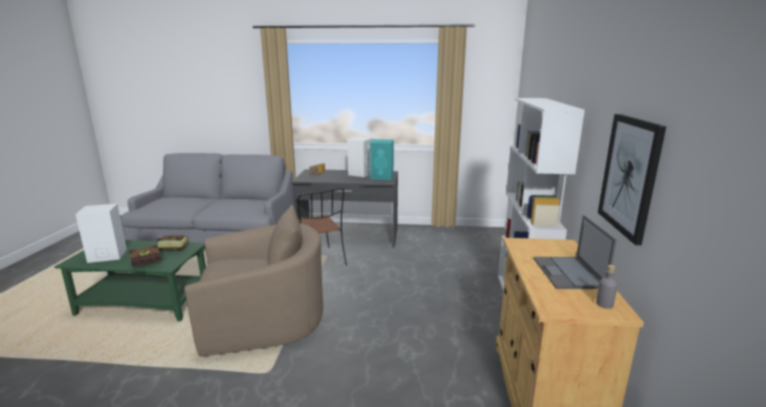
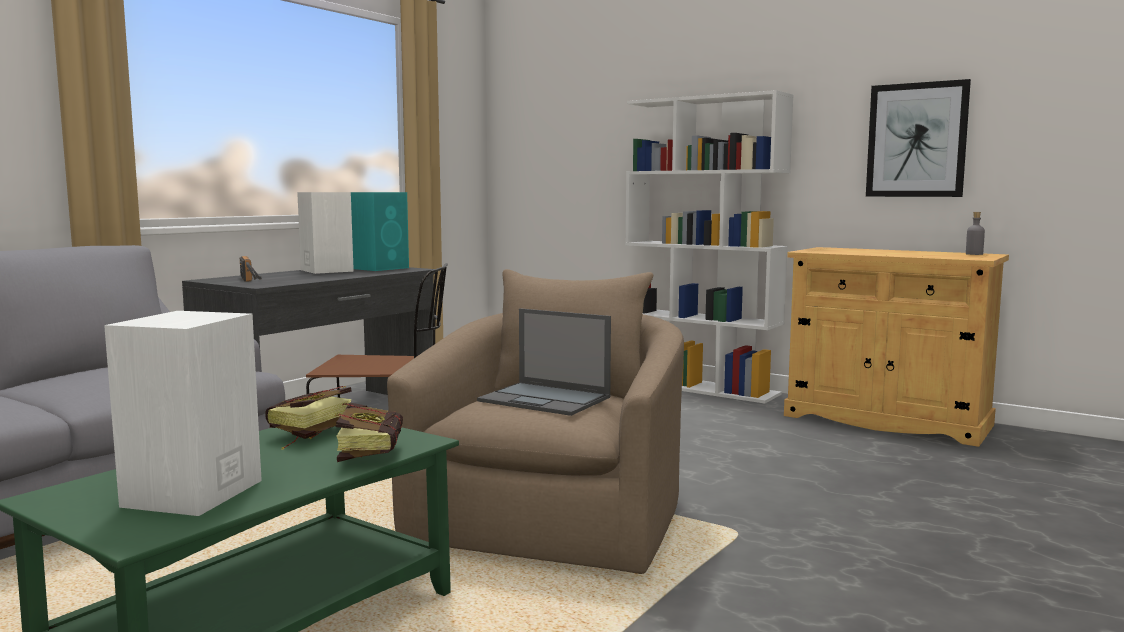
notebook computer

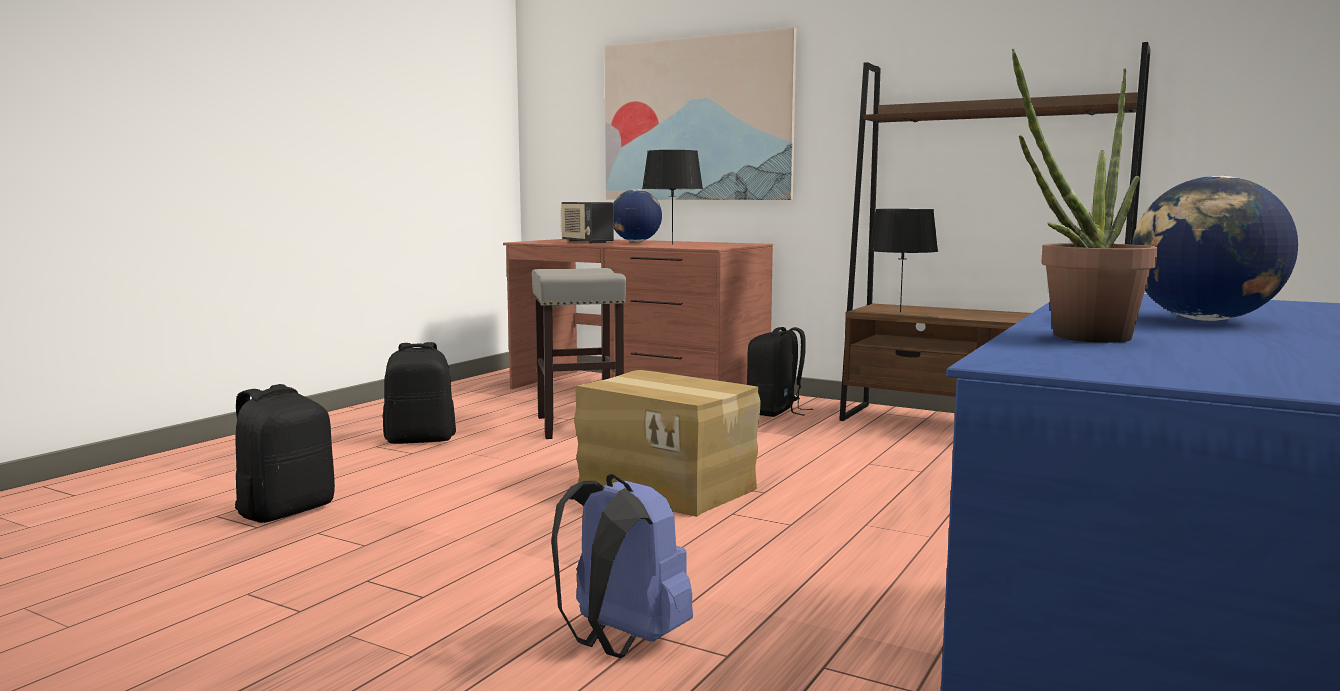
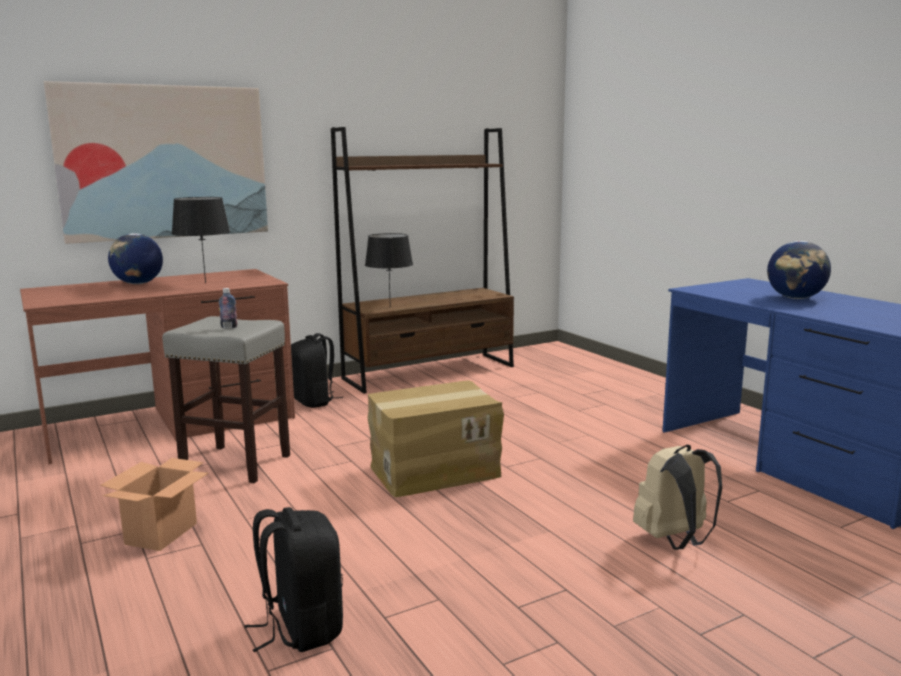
potted plant; radio set; packing box (1st from left); rucksack (sand-coloured); beverage bottle

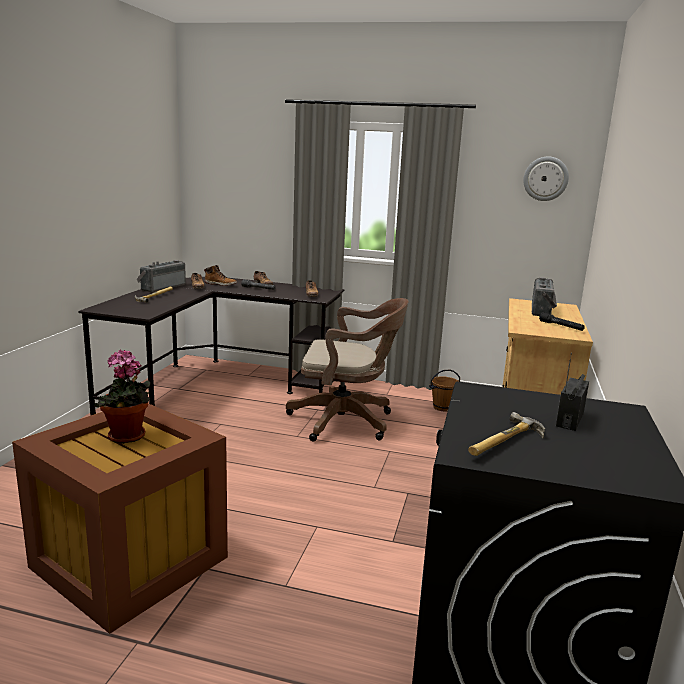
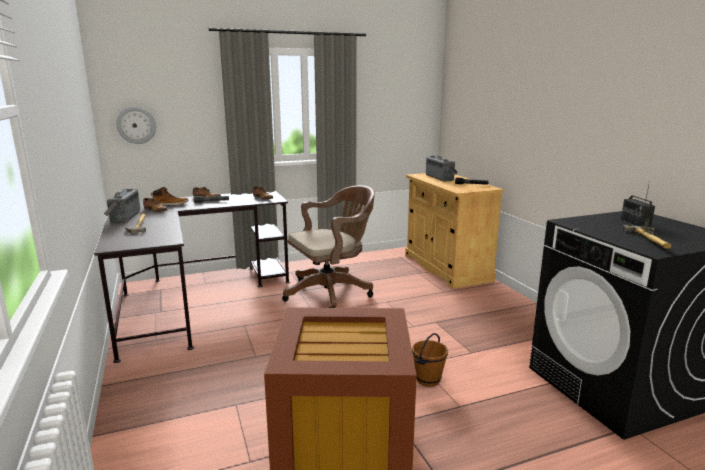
clock on the wall; potted plant; bucket (brown)

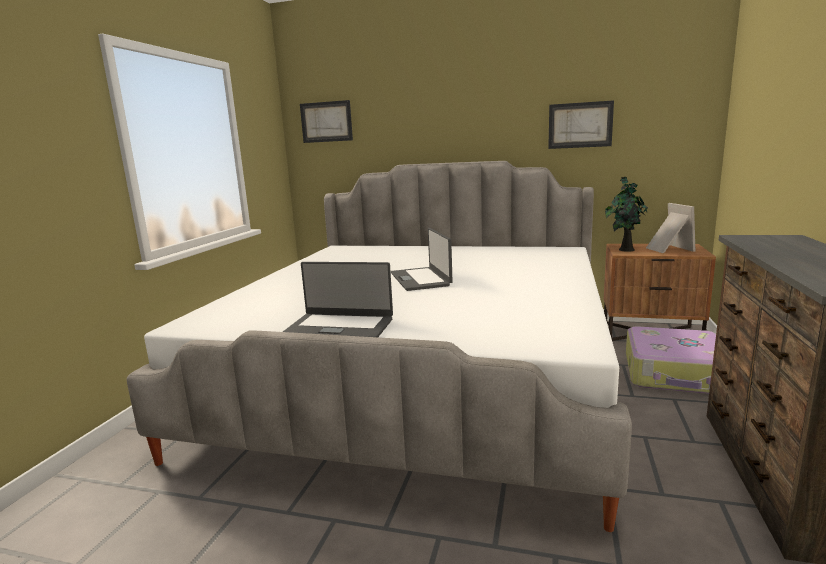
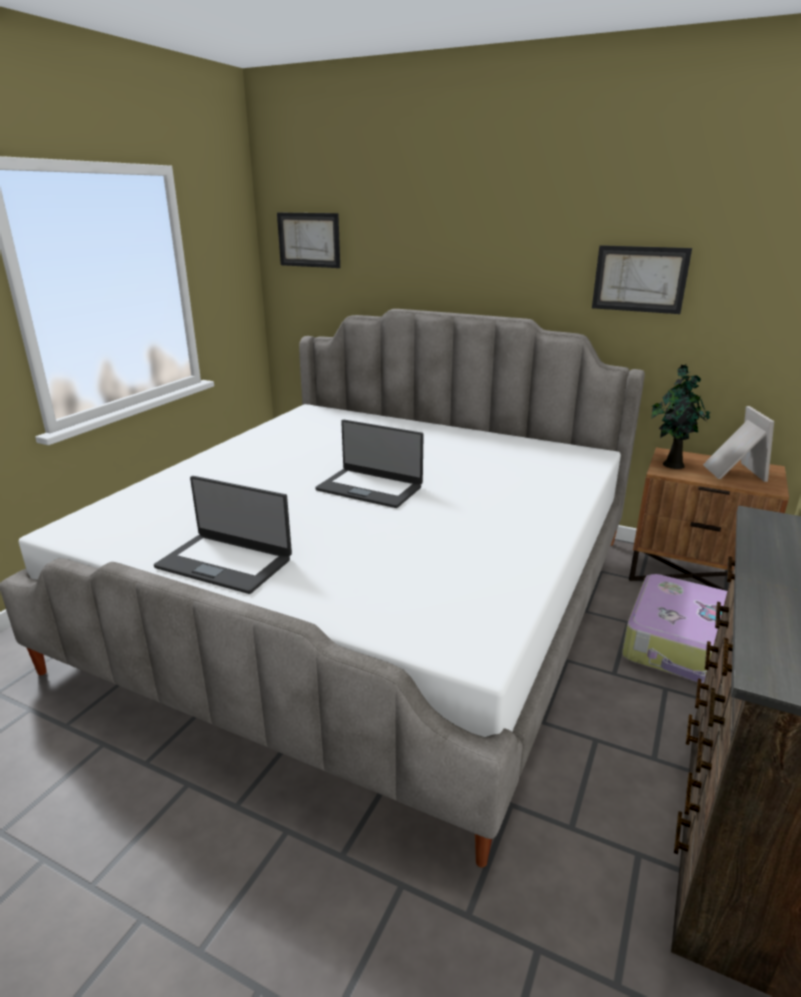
notebook computer (2nd from left)

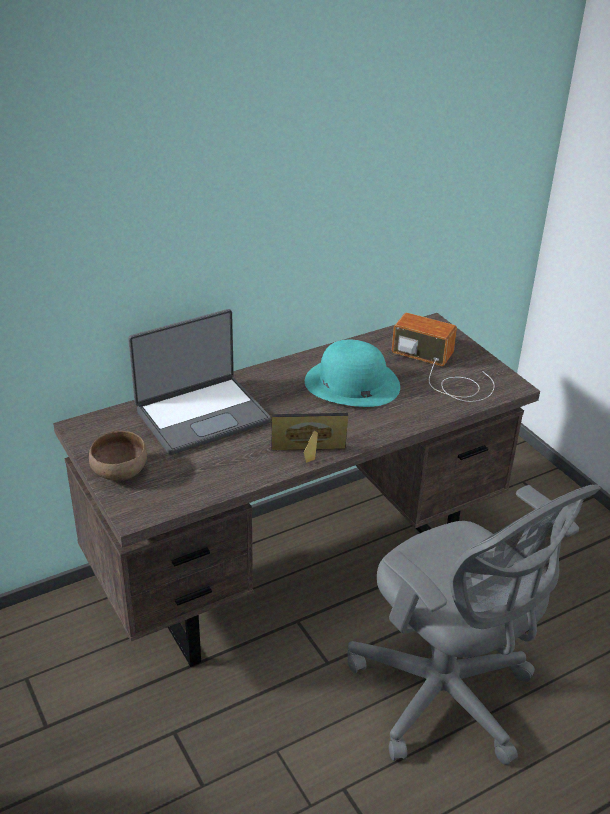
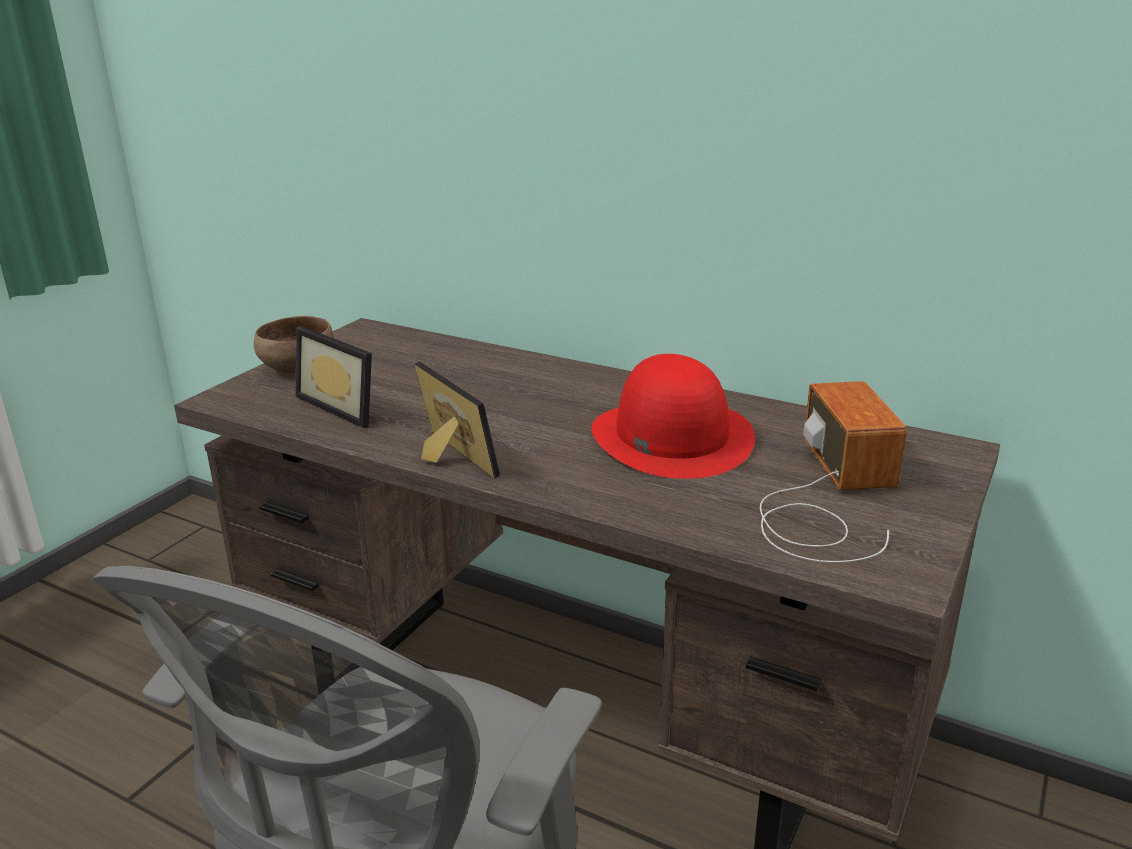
notebook computer; hat (red); picture frame (1st from left)

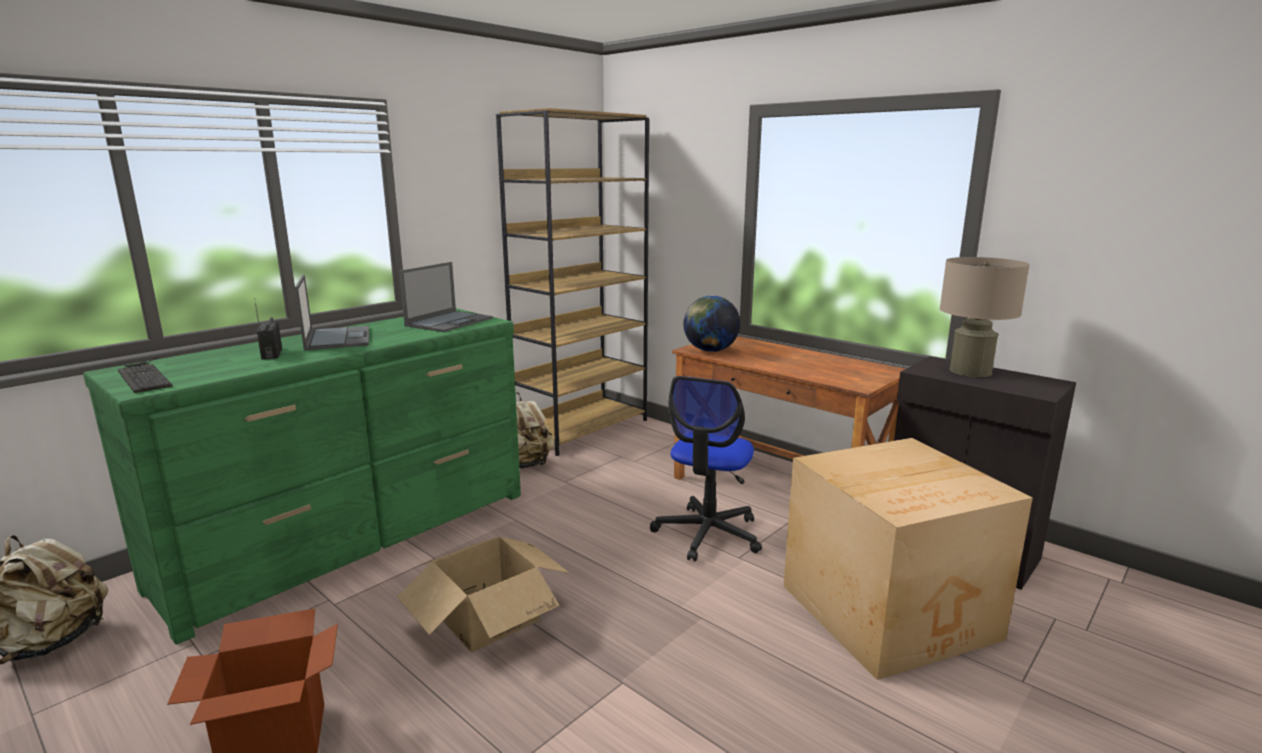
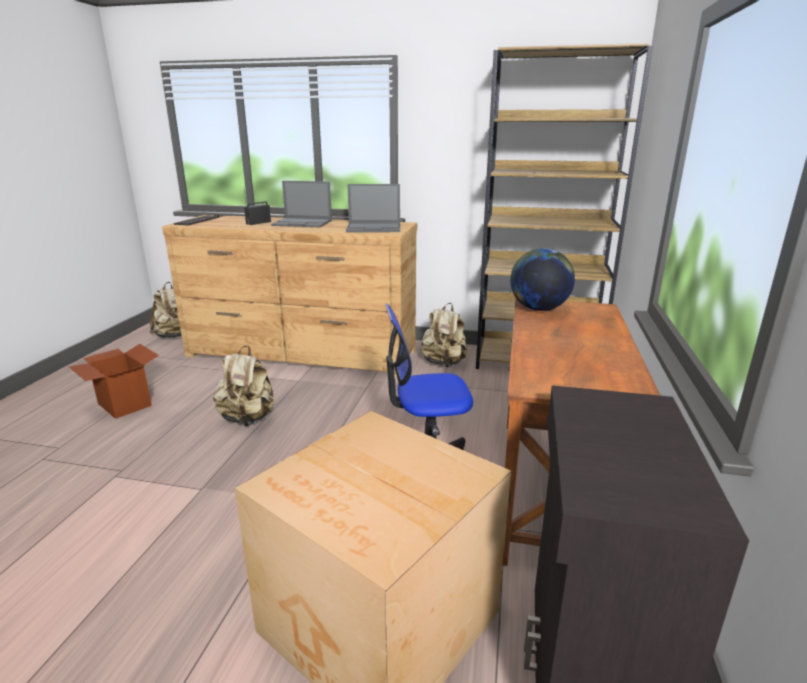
table lamp (sand-coloured); notebook computer (1st from left); chest of drawers (brown); rucksack (sand-coloured) (2nd from left)

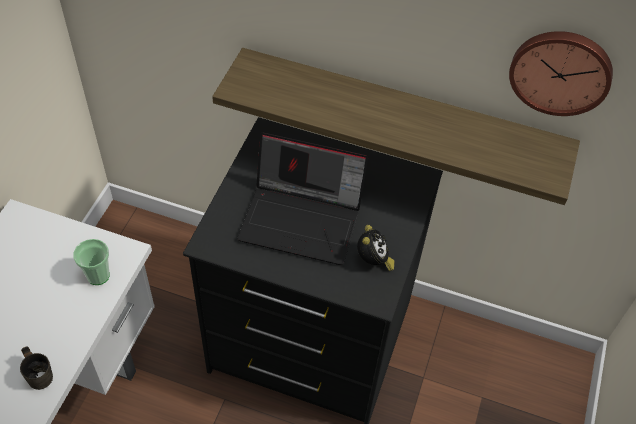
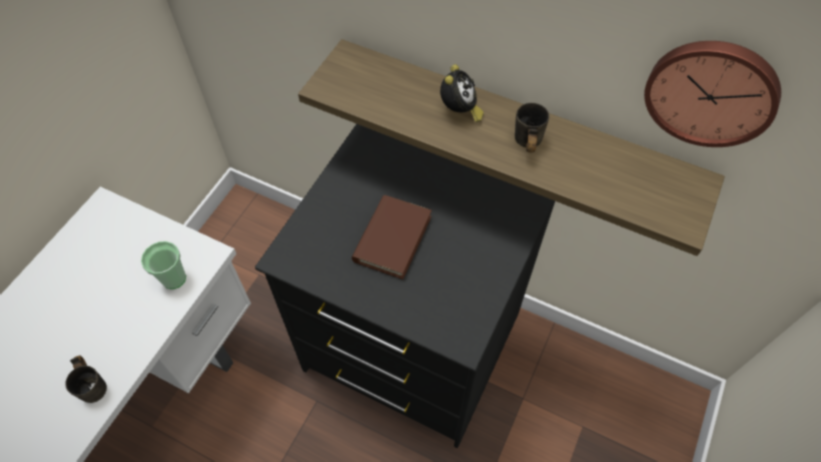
bound book (brown); table clock; mug (gray) (2nd from left)

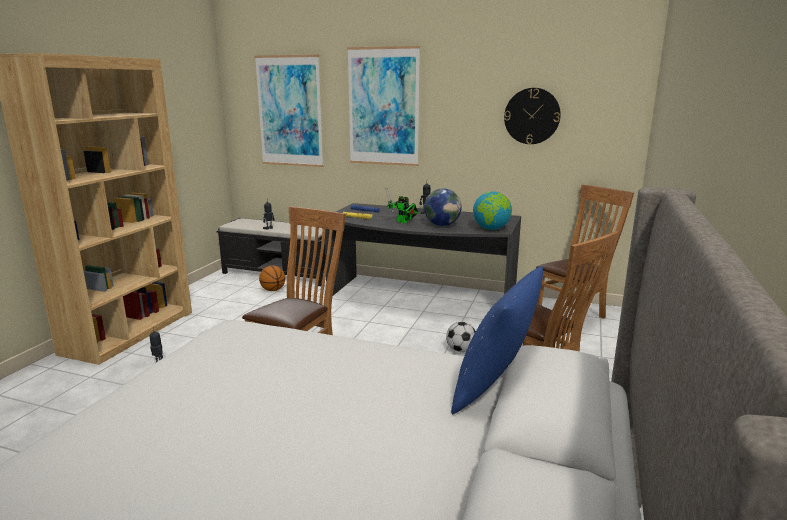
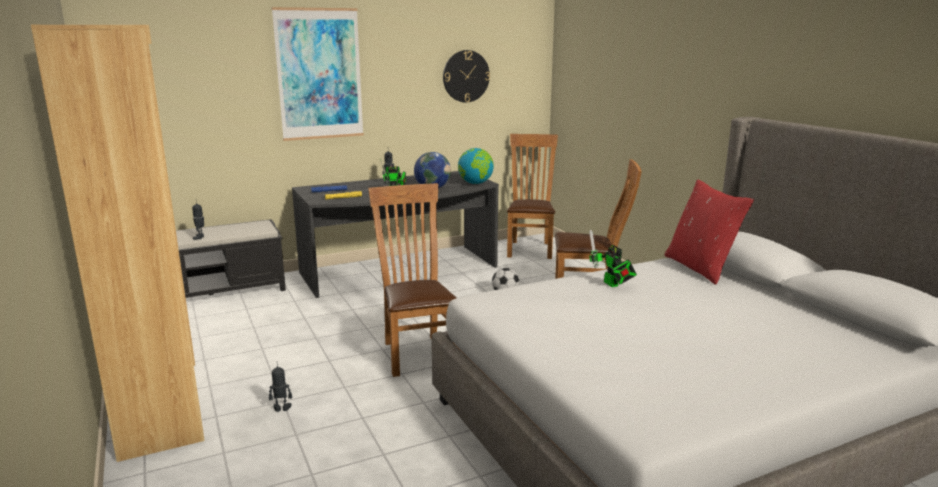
picture (1st from left in the first image); basketball ball; cushion (red); model robot (5th from left)

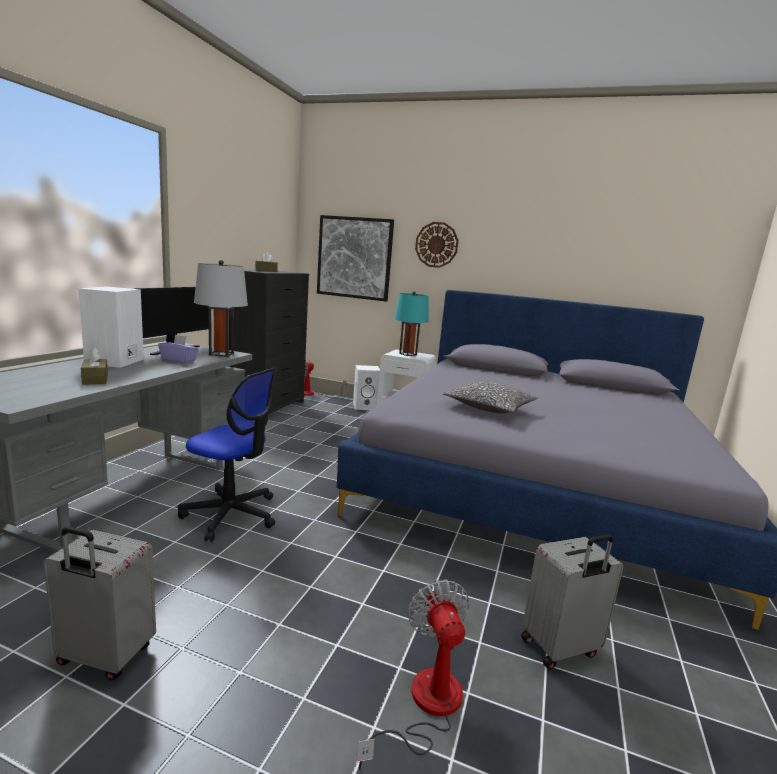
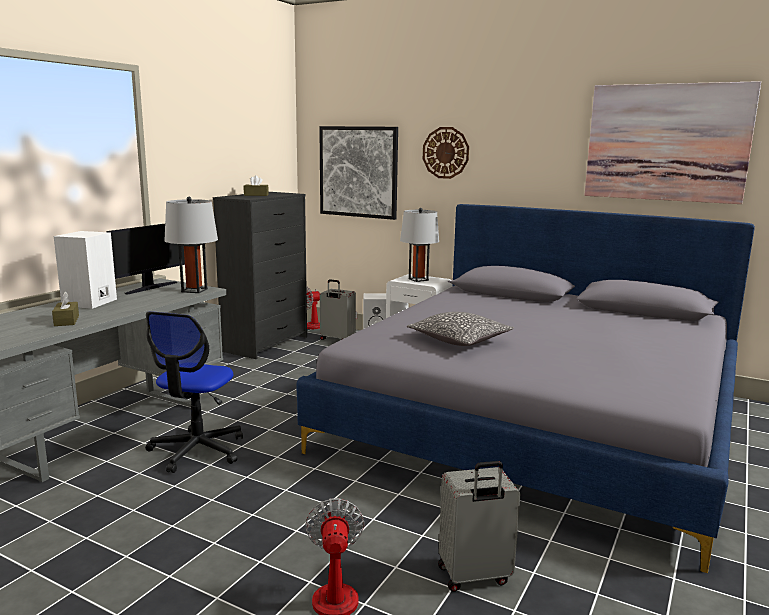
table lamp (gray) (2nd from left); box of tissues (purplish); office chair; suitcase (gray) (1st from left); picture (2nd from left)

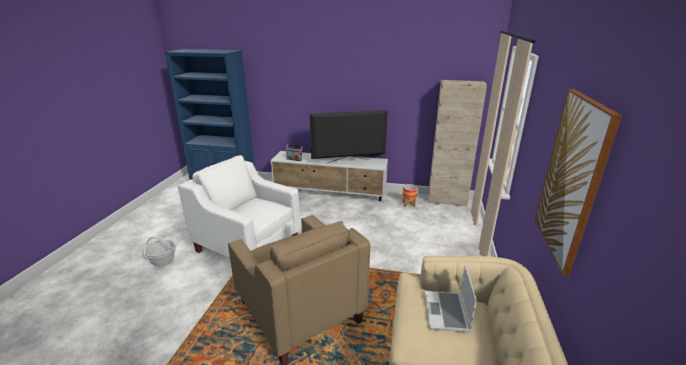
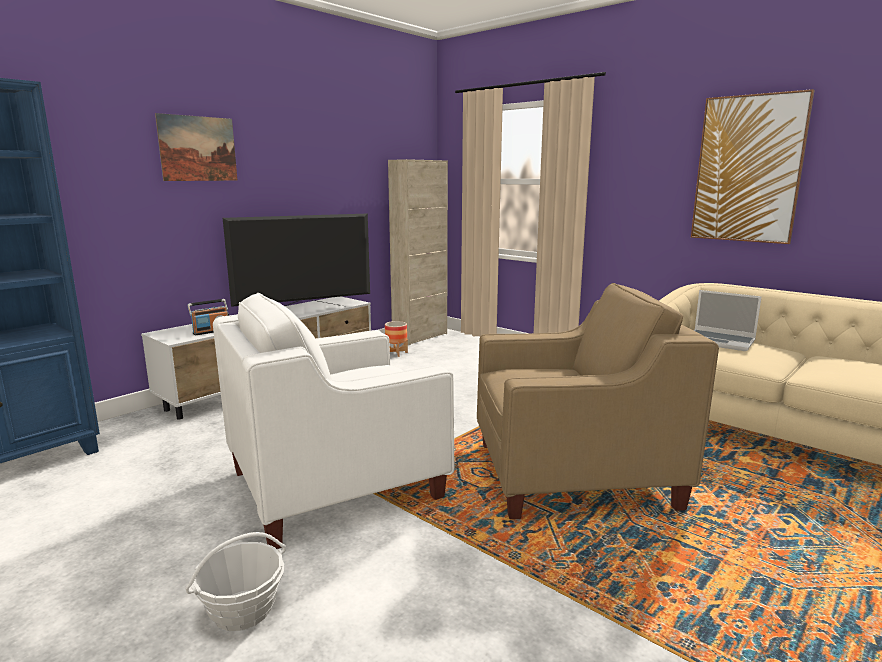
TV set; picture (1st from left)

